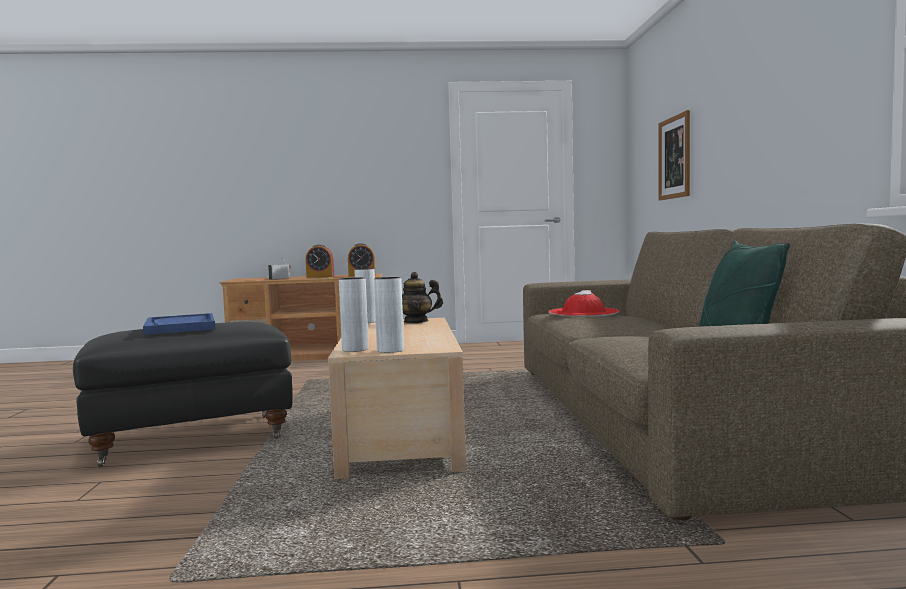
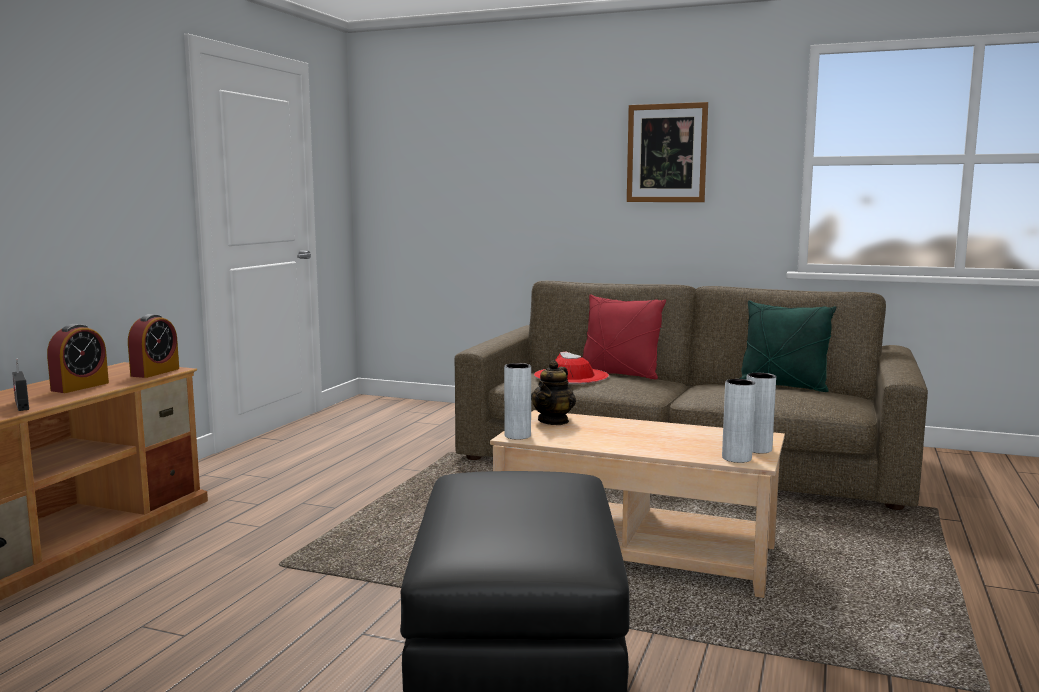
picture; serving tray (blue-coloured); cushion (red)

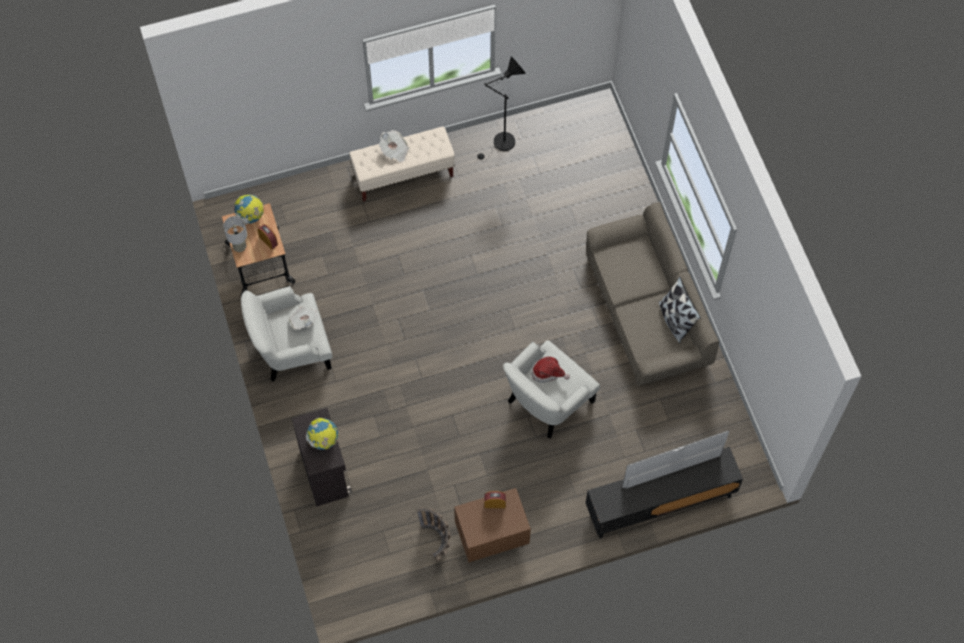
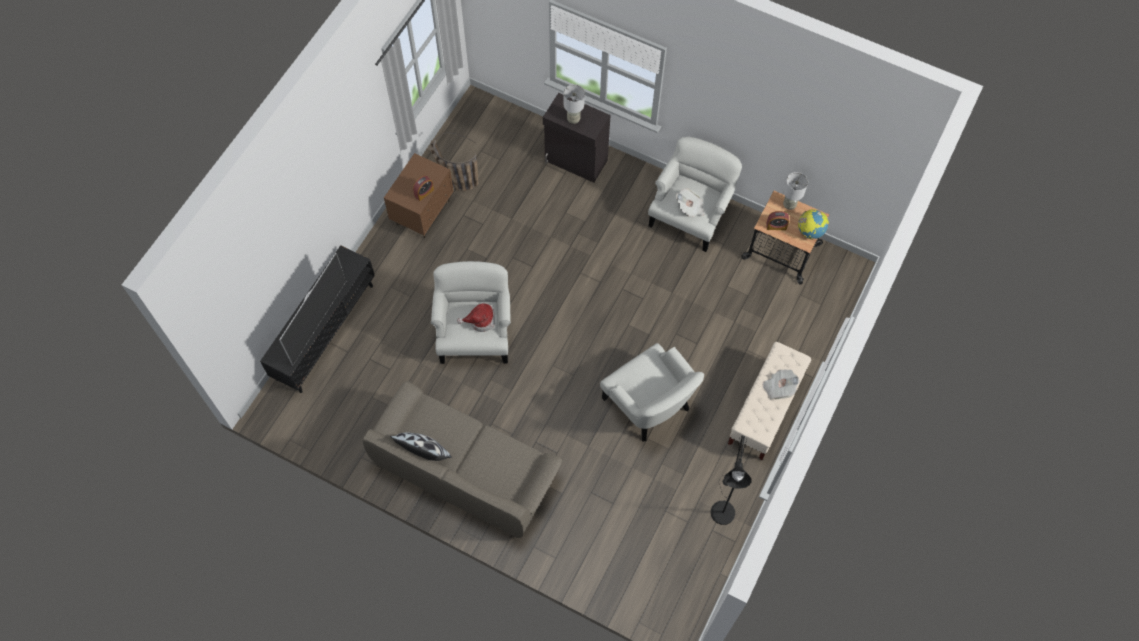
table lamp (gray) (1st from left); armchair (whitish) (2nd from left)

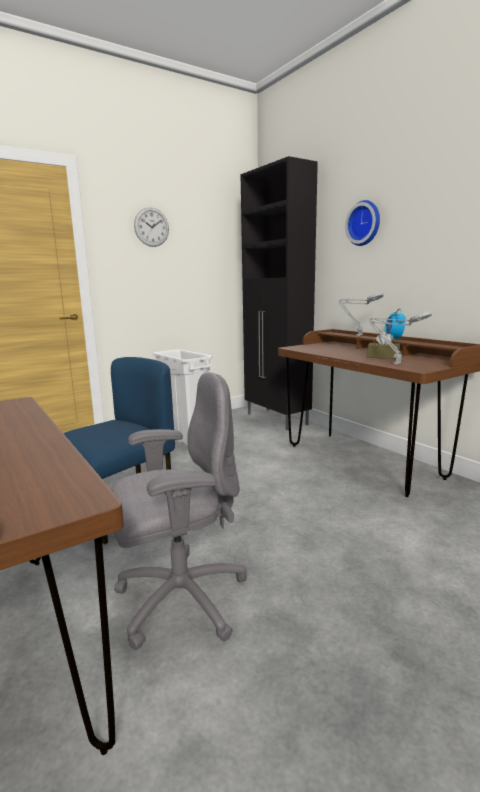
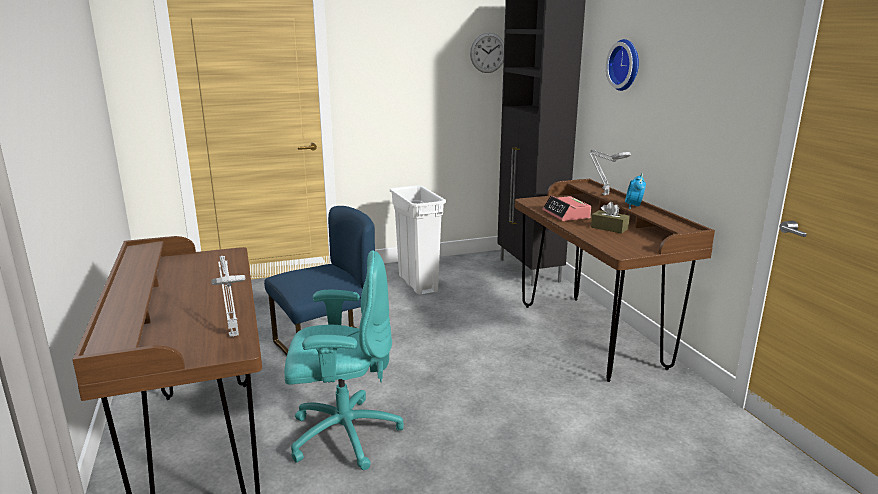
clock on the wall (1st from left); table lamp (gray) (1st from left); office chair (turquoise); table clock (1st from left)

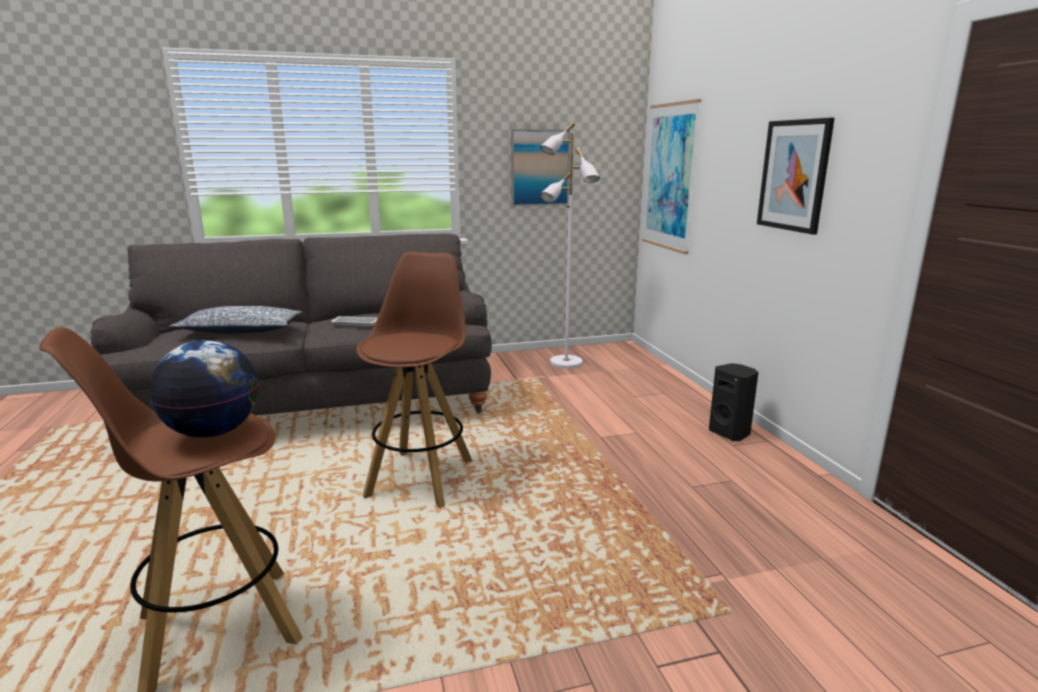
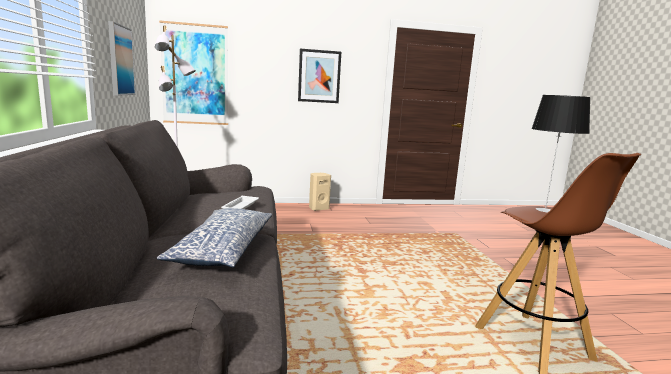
stool (brown) (2nd from left in the first image); table lamp; loudspeaker (sand-coloured)

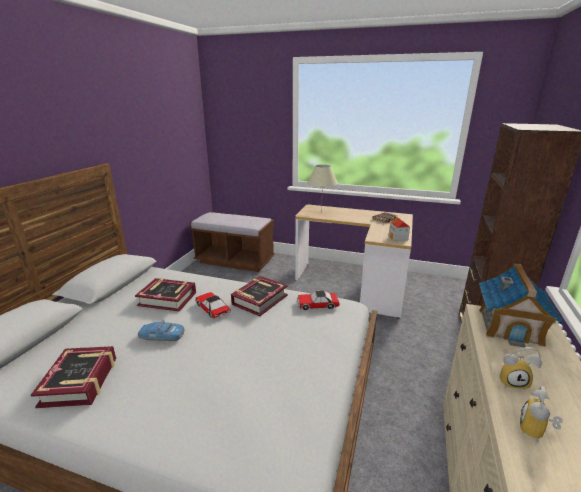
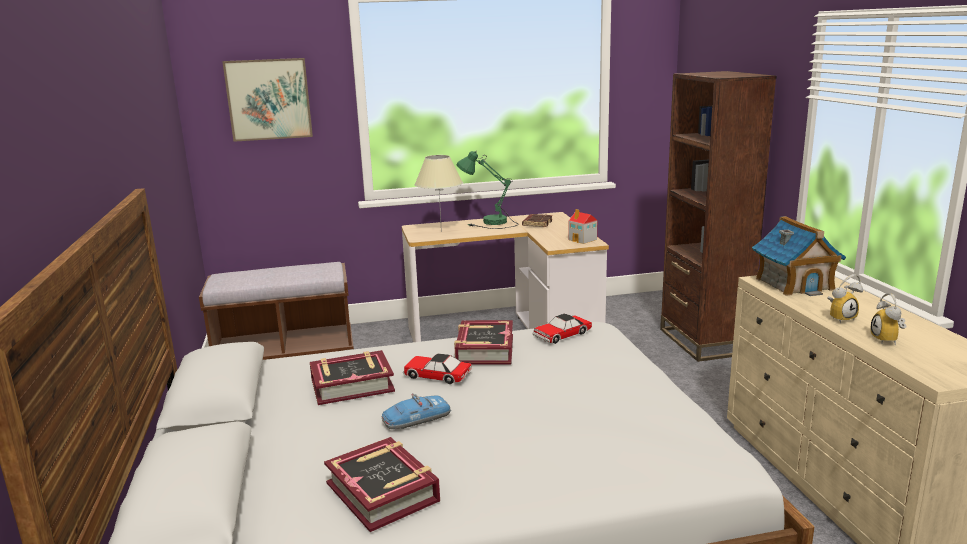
picture; table lamp (green-coloured)

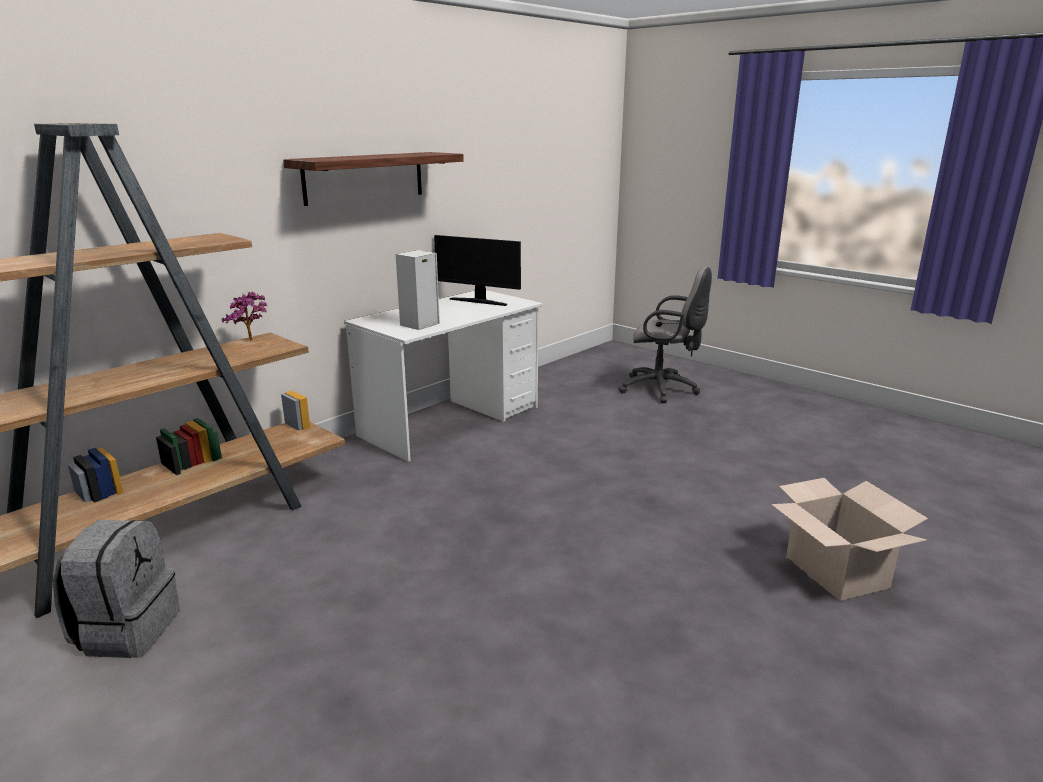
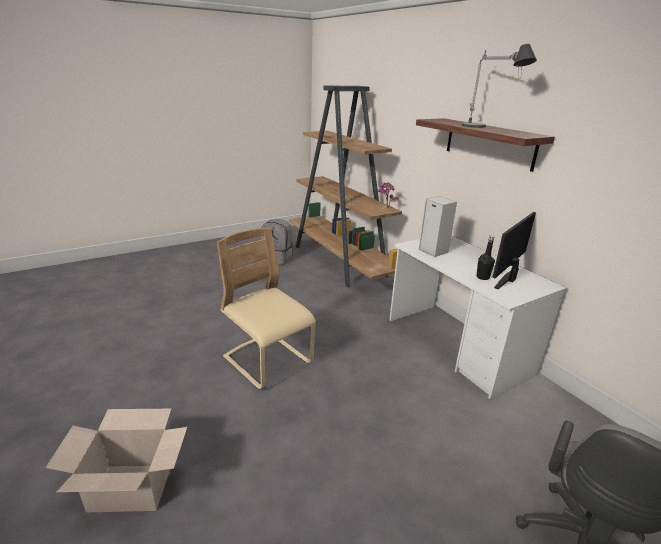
table lamp; plain chair (sand-coloured); beverage bottle (blackish)

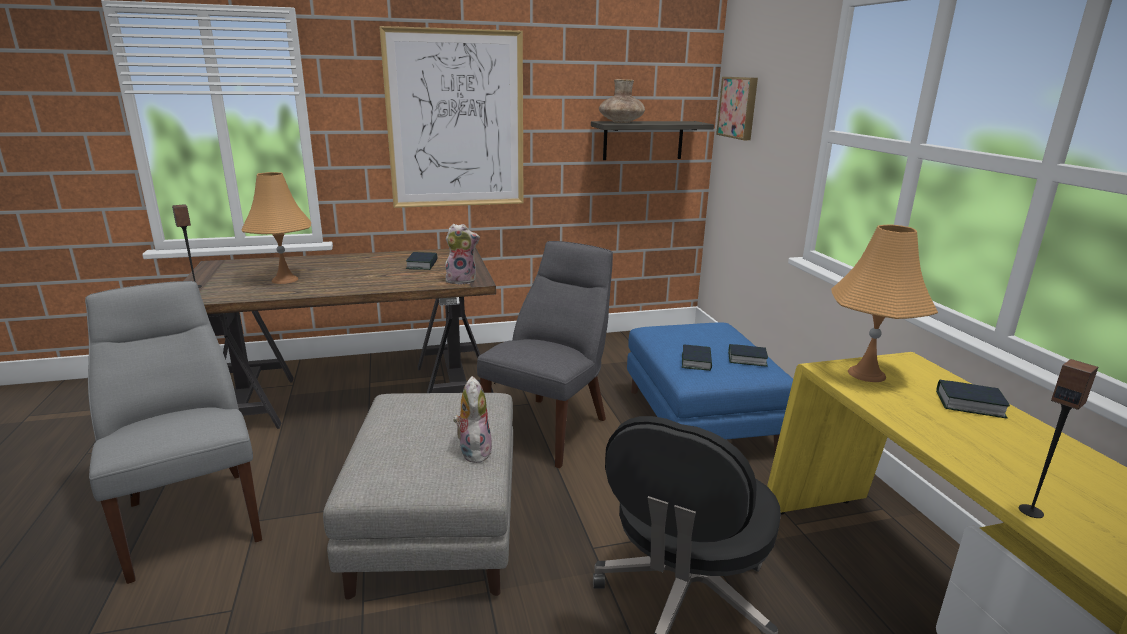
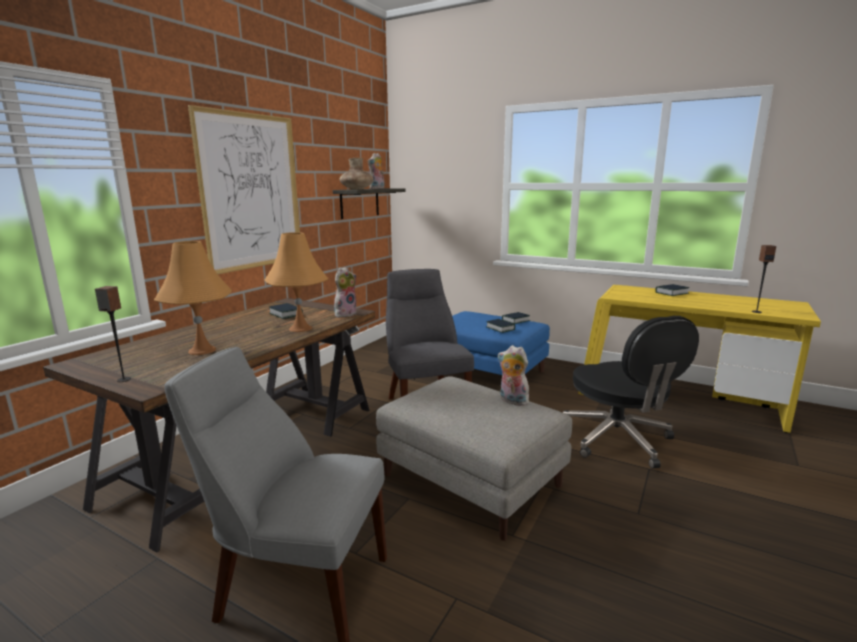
picture (2nd from left in the first image); table lamp (orange-coloured) (2nd from left); soft toy (2nd from left)

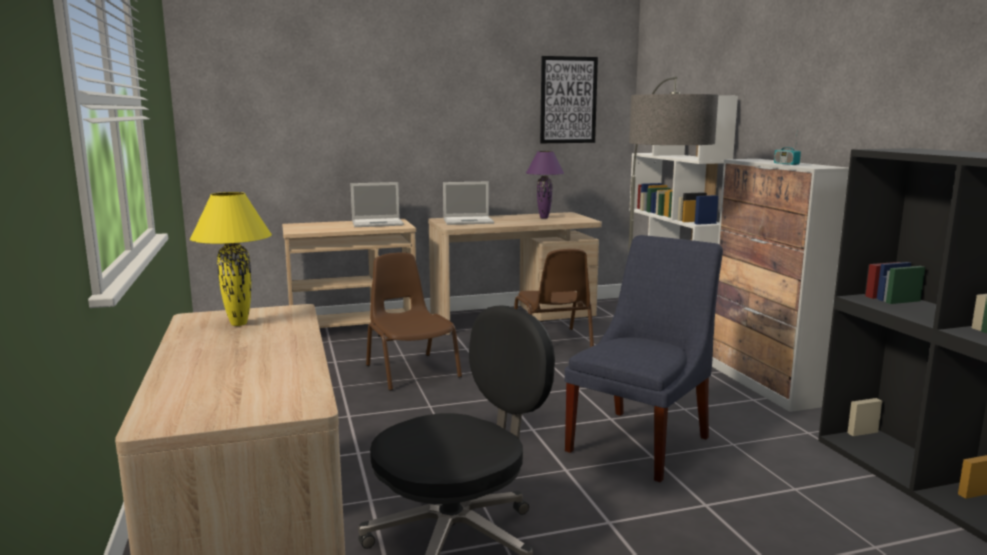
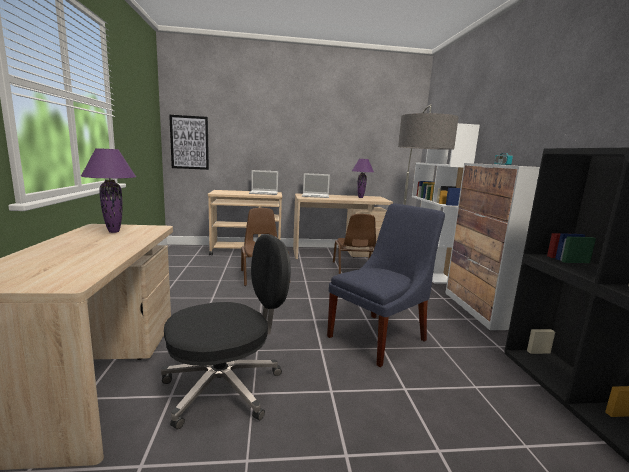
picture; table lamp (purplish) (1st from left)

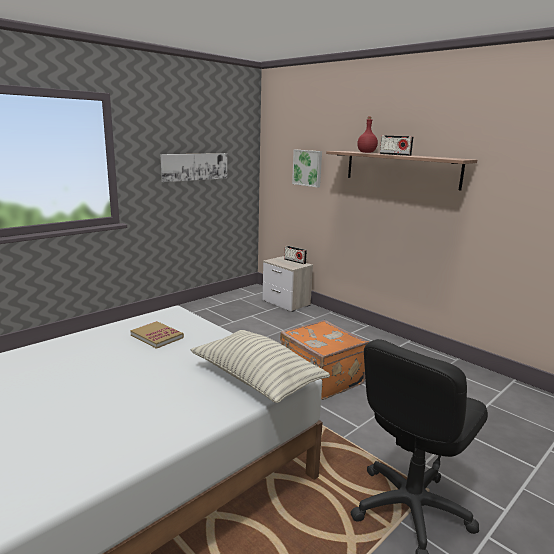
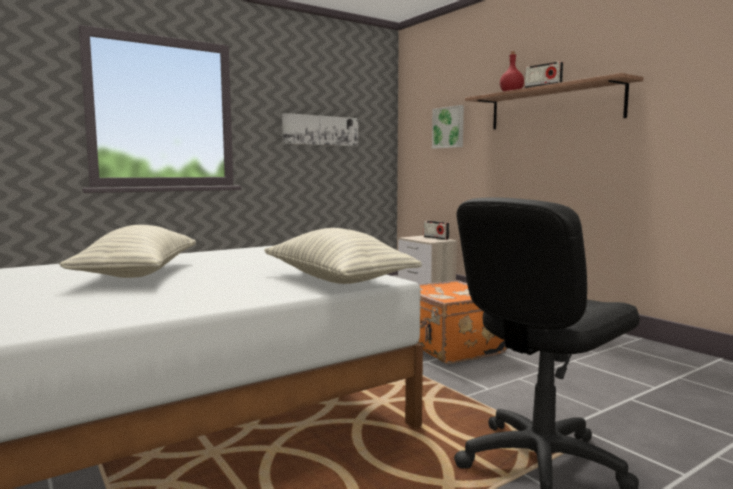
bound book; cushion (1st from left)

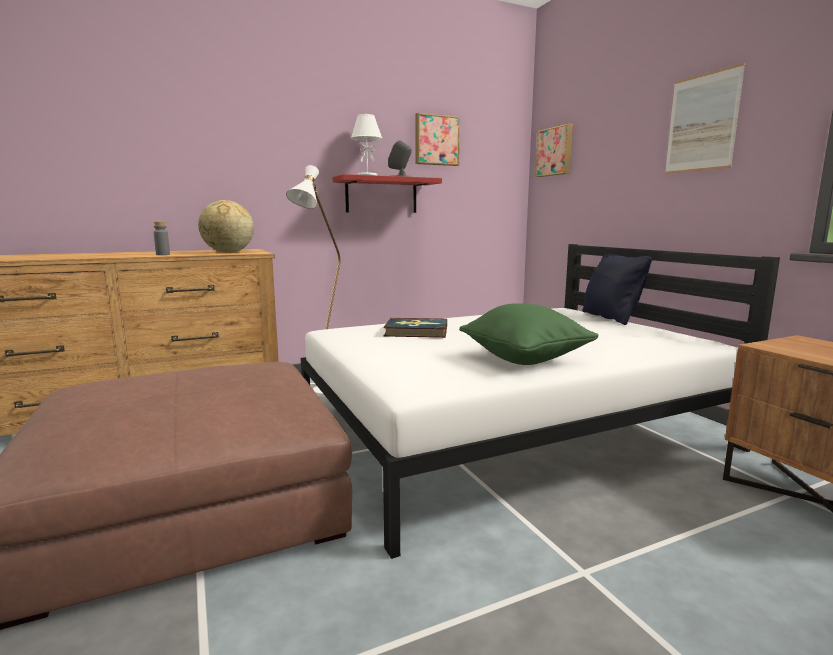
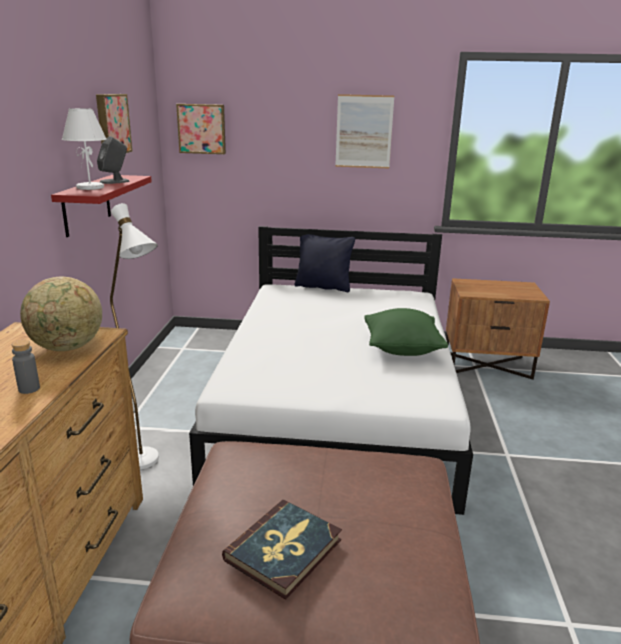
bound book

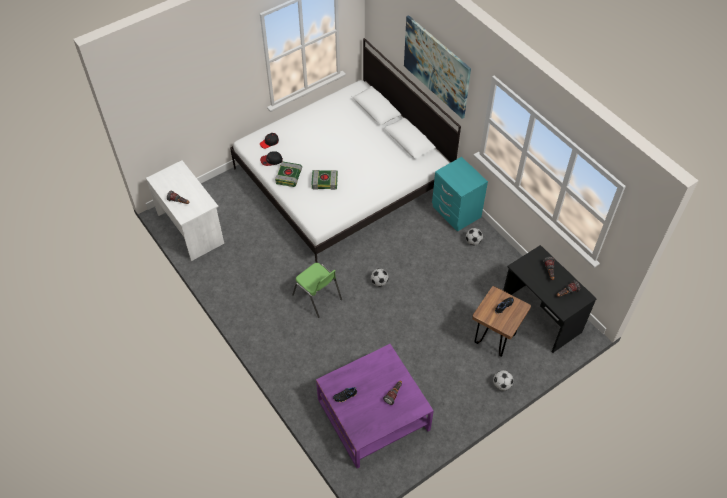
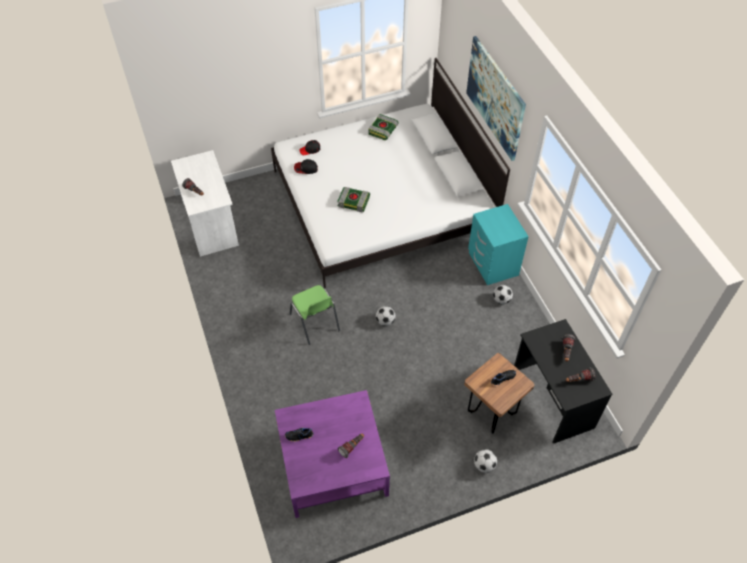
bound book (2nd from left)

